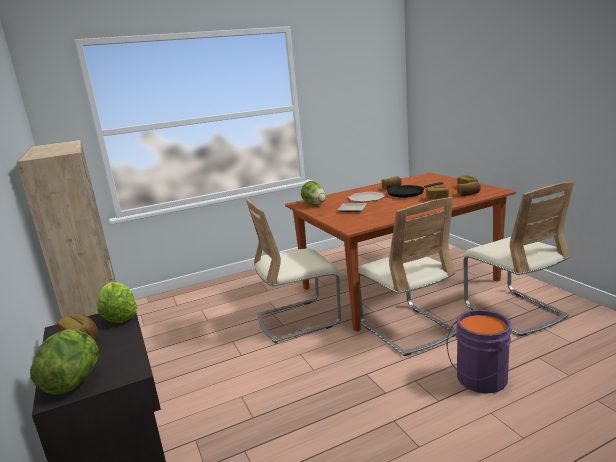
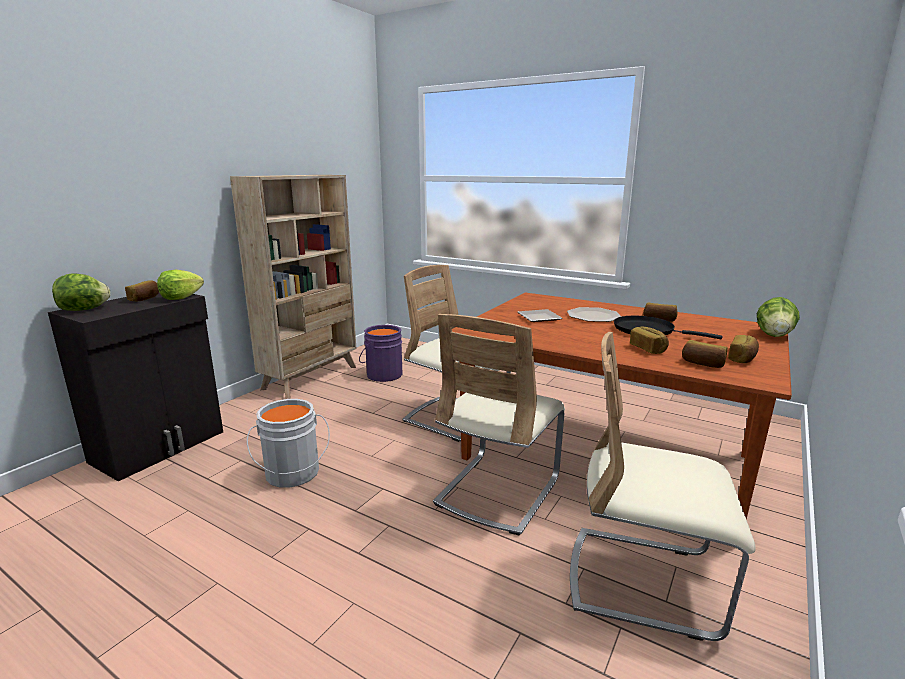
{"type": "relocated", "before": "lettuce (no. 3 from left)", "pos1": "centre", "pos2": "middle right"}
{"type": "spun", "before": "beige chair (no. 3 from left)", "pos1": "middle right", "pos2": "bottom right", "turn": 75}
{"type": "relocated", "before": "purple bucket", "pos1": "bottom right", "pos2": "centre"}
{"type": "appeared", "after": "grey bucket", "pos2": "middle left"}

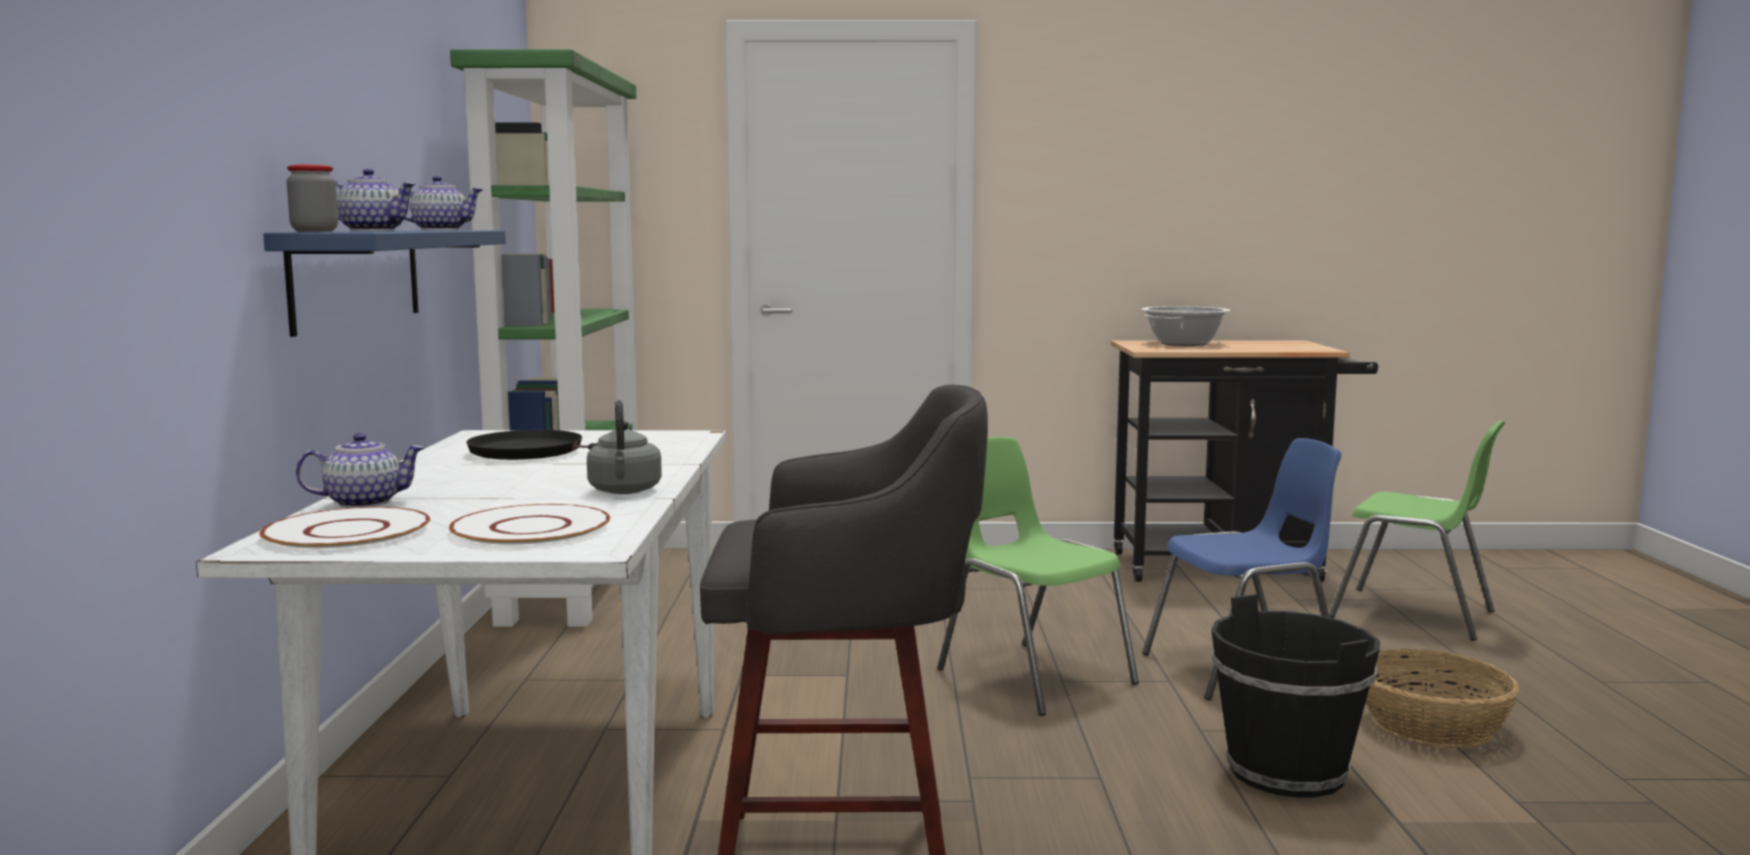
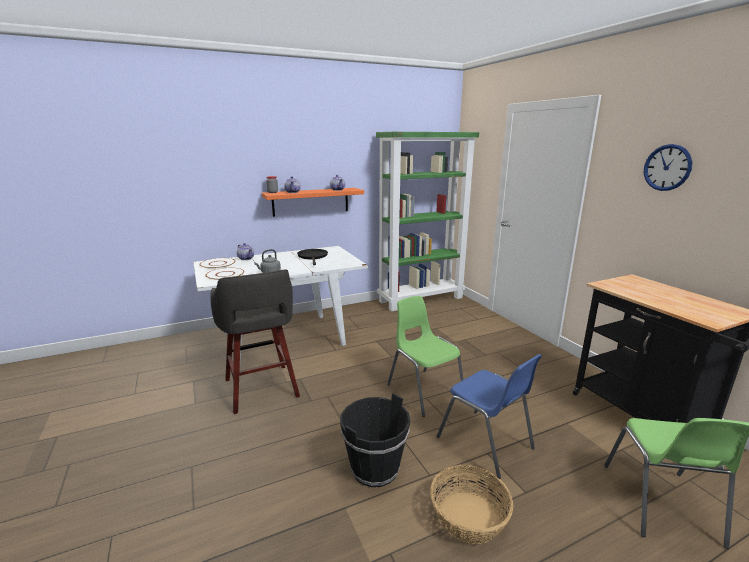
{"type": "colour", "before": "blue shelf", "after": "orange shelf", "pos1": "top left", "pos2": "centre"}
{"type": "missing", "before": "cooking pot", "pos1": "middle right"}
{"type": "spun", "before": "green chair (no. 1 from left)", "pos1": "bottom centre", "pos2": "centre", "turn": -60}
{"type": "appeared", "after": "wall clock", "pos2": "top right"}

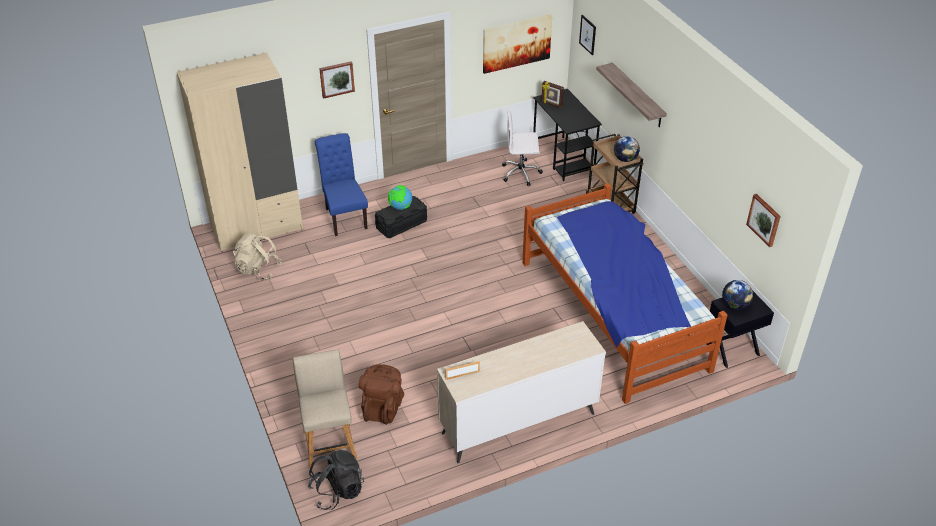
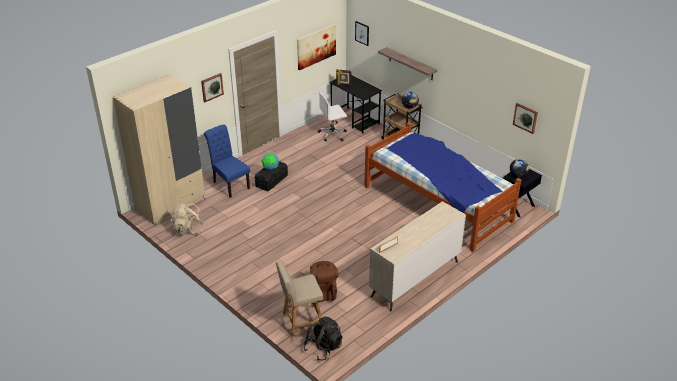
{"type": "spun", "before": "beige chair", "pos1": "bottom centre", "pos2": "bottom centre", "turn": -75}

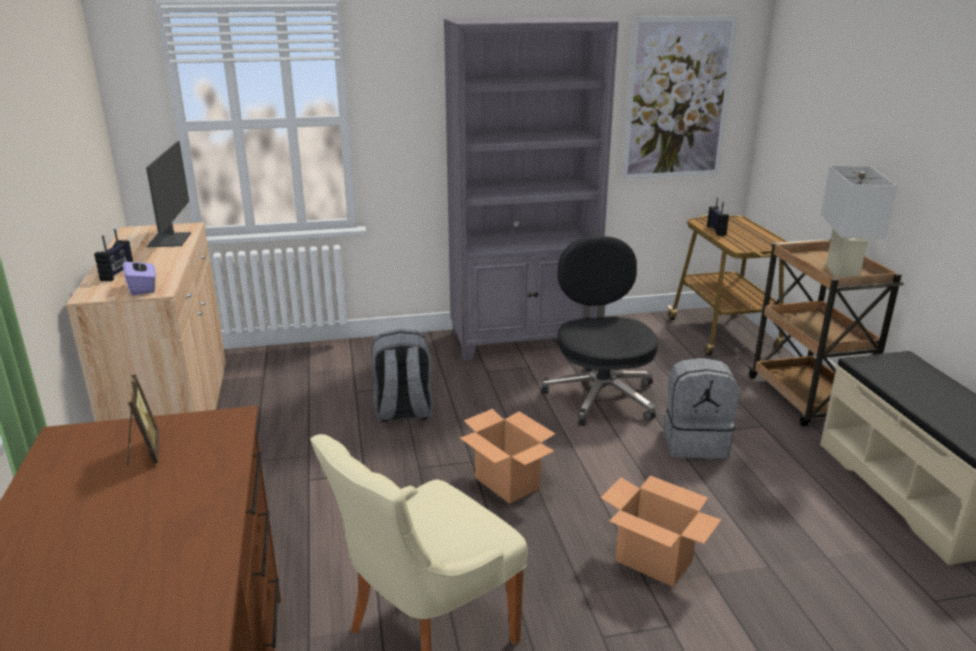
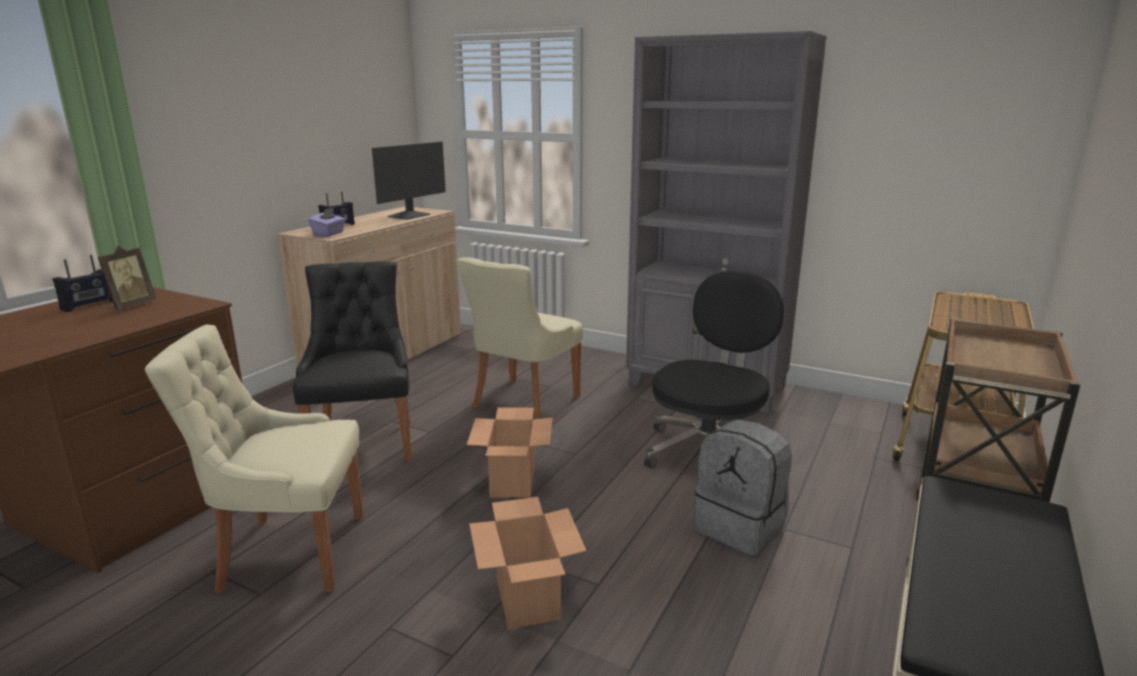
{"type": "missing", "before": "picture", "pos1": "top right"}
{"type": "missing", "before": "white table lamp", "pos1": "middle right"}
{"type": "relocated", "before": "radio (no. 2 from left in the first image)", "after": "radio (no. 1 from left)", "pos1": "top right", "pos2": "middle left"}
{"type": "exchanged", "before": "grey backpack (no. 1 from left)", "after": "beige chair (no. 2 from left)", "pos1": "centre", "pos2": "centre"}
{"type": "appeared", "after": "black chair", "pos2": "middle left"}

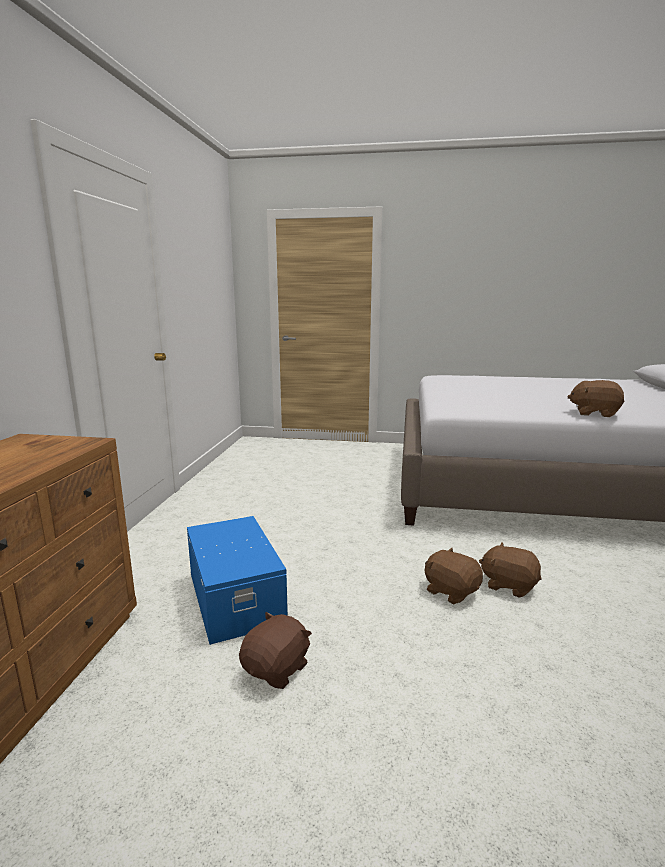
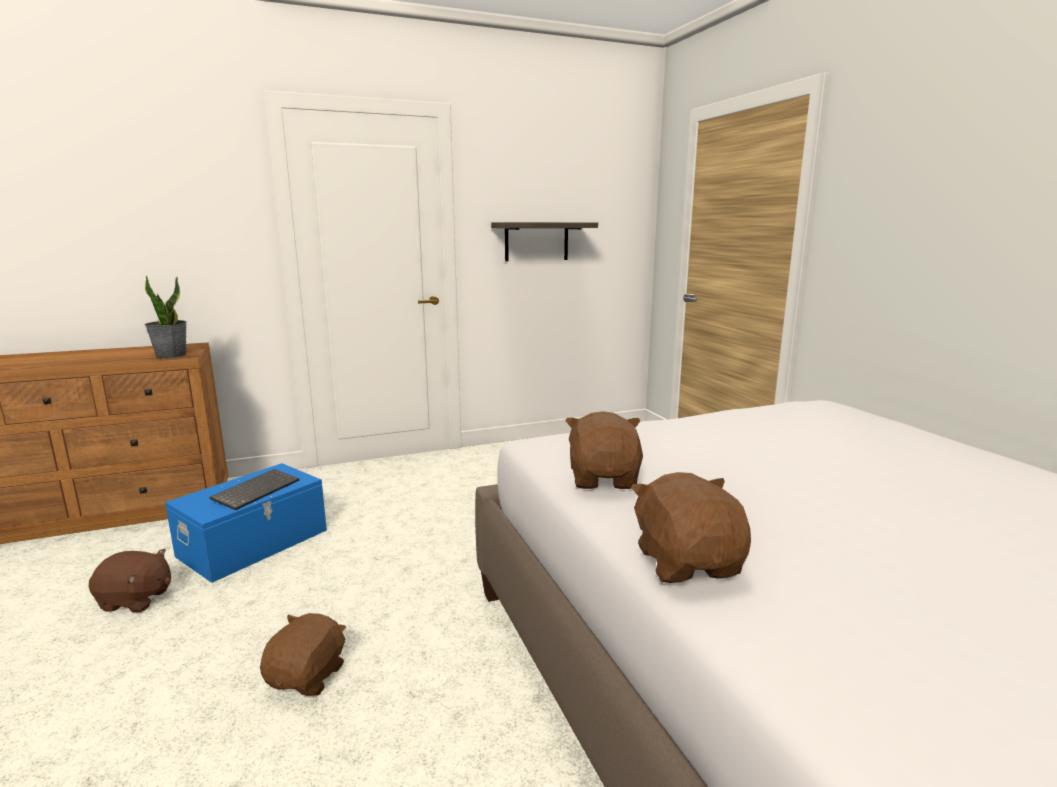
{"type": "relocated", "before": "brown plush toy (no. 3 from left)", "pos1": "middle right", "pos2": "centre"}
{"type": "appeared", "after": "shelf", "pos2": "top centre"}
{"type": "appeared", "after": "potted plant", "pos2": "middle left"}
{"type": "appeared", "after": "keyboard", "pos2": "middle left"}

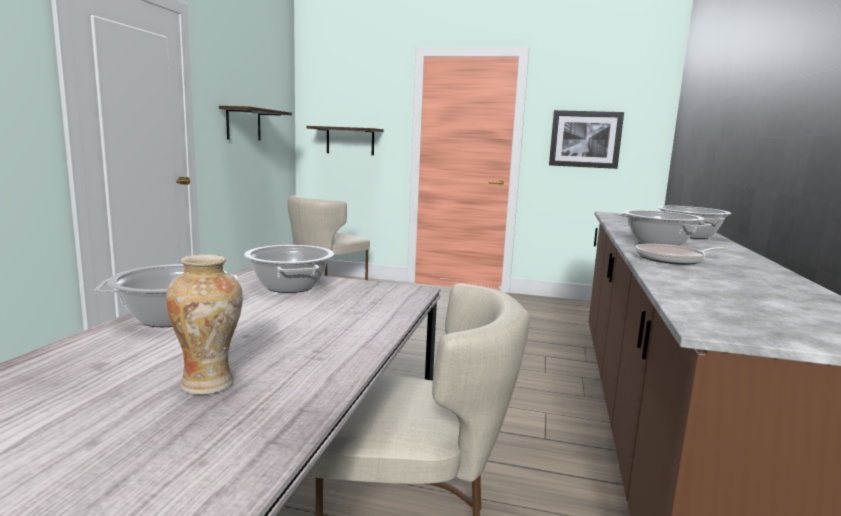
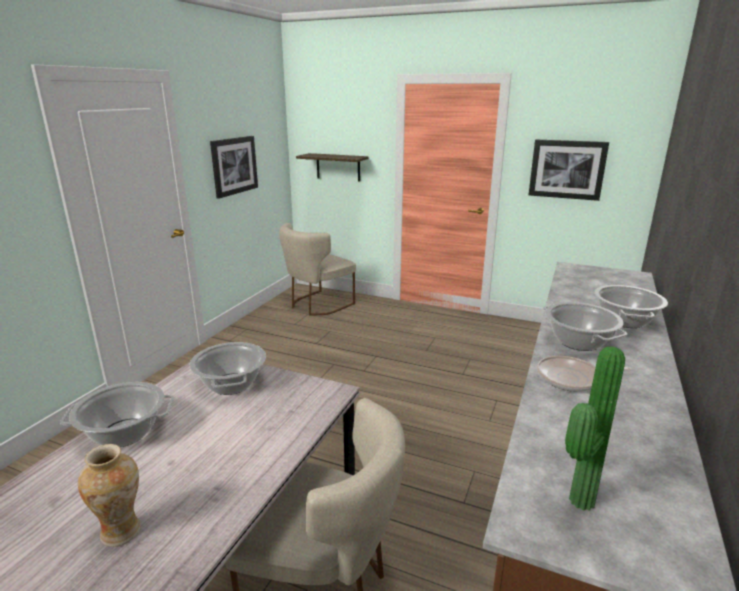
{"type": "exchanged", "before": "shelf (no. 1 from left)", "after": "picture (no. 1 from left)", "pos1": "top left", "pos2": "top left"}
{"type": "appeared", "after": "potted plant", "pos2": "bottom right"}

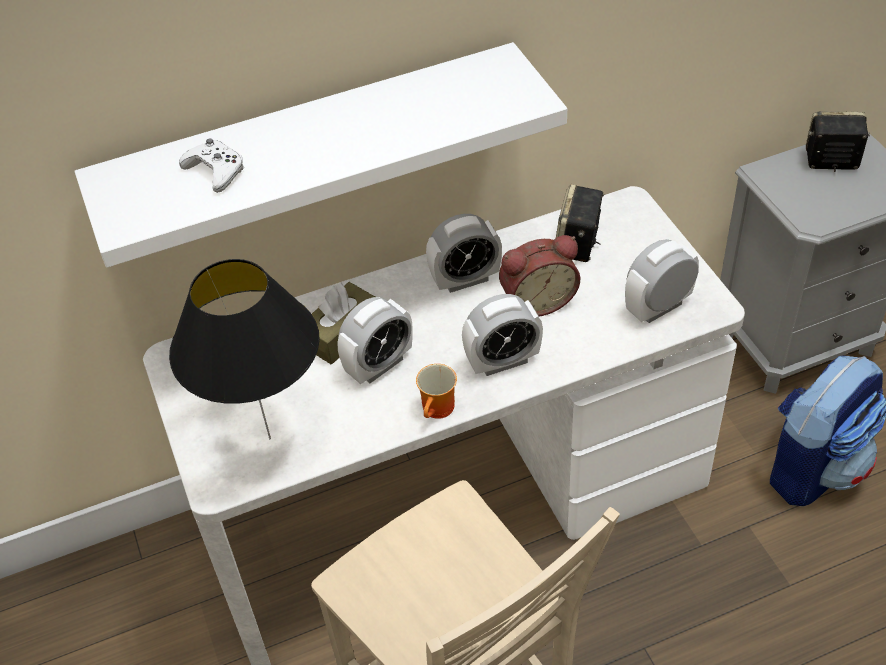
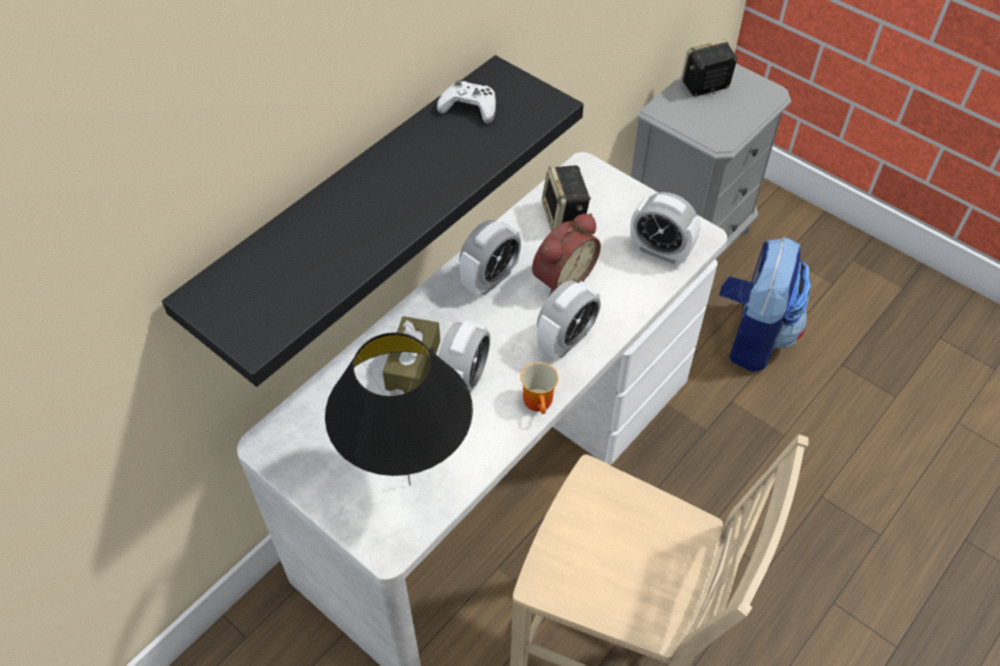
{"type": "colour", "before": "white shelf", "after": "black shelf", "pos1": "top centre", "pos2": "top centre"}
{"type": "relocated", "before": "white game controller", "pos1": "top left", "pos2": "top centre"}
{"type": "spun", "before": "alarm clock (no. 5 from left)", "pos1": "middle right", "pos2": "centre", "turn": -90}

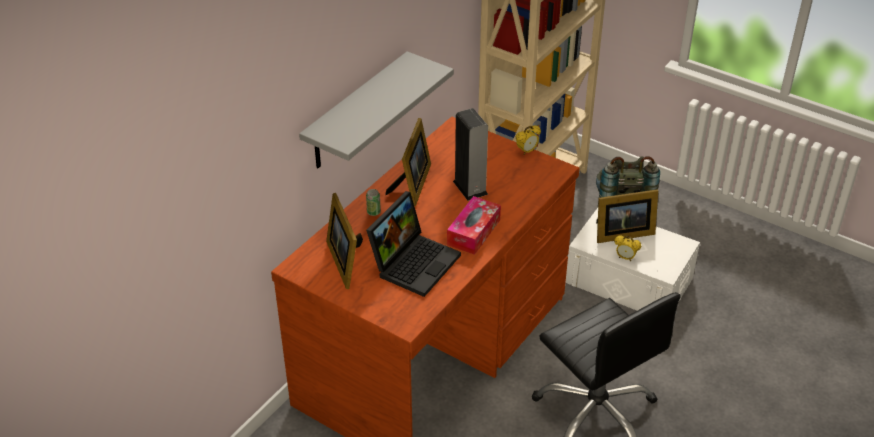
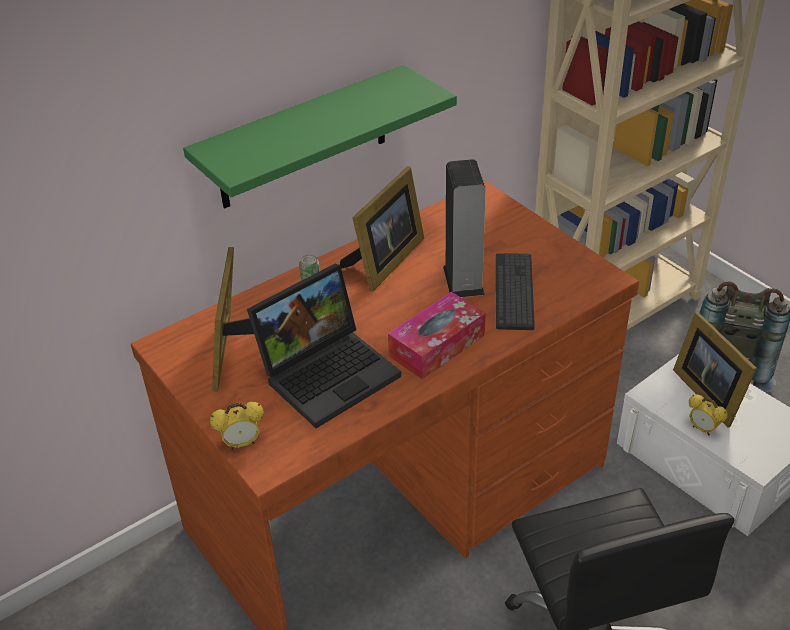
{"type": "colour", "before": "grey shelf", "after": "green shelf", "pos1": "top centre", "pos2": "top centre"}
{"type": "relocated", "before": "alarm clock (no. 1 from left)", "pos1": "top centre", "pos2": "bottom left"}
{"type": "spun", "before": "picture frame (no. 3 from left)", "pos1": "middle right", "pos2": "middle right", "turn": 60}
{"type": "appeared", "after": "keyboard", "pos2": "centre"}

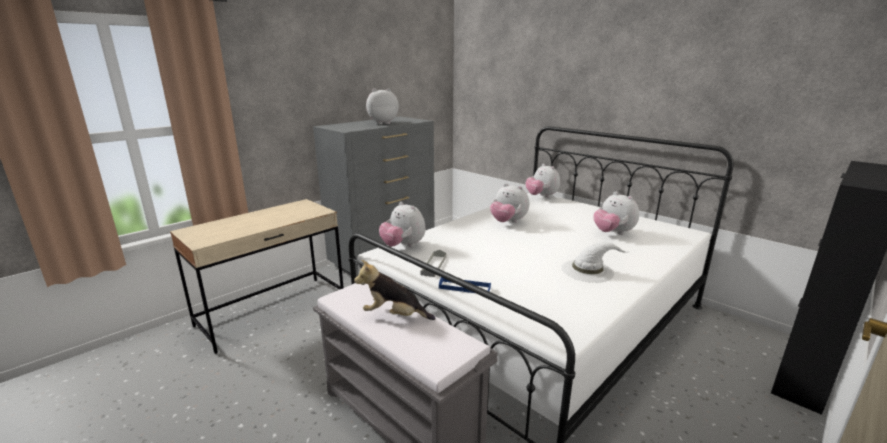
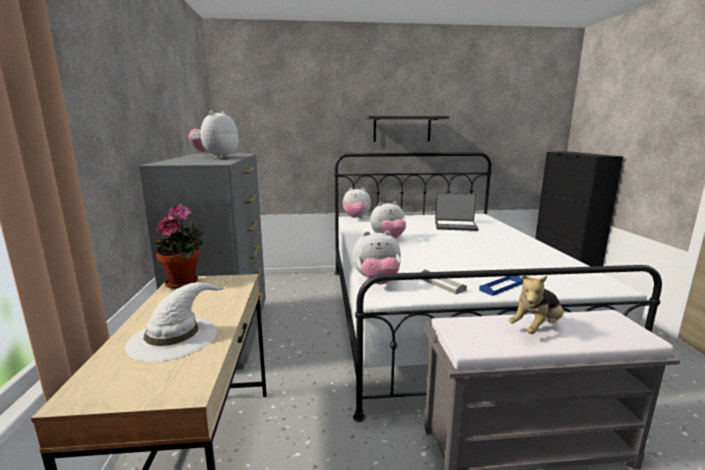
{"type": "exchanged", "before": "plush toy (no. 6 from left)", "after": "laptop", "pos1": "middle right", "pos2": "centre"}
{"type": "relocated", "before": "white hat", "pos1": "middle right", "pos2": "bottom left"}
{"type": "appeared", "after": "shelf", "pos2": "top centre"}
{"type": "appeared", "after": "potted plant", "pos2": "middle left"}

